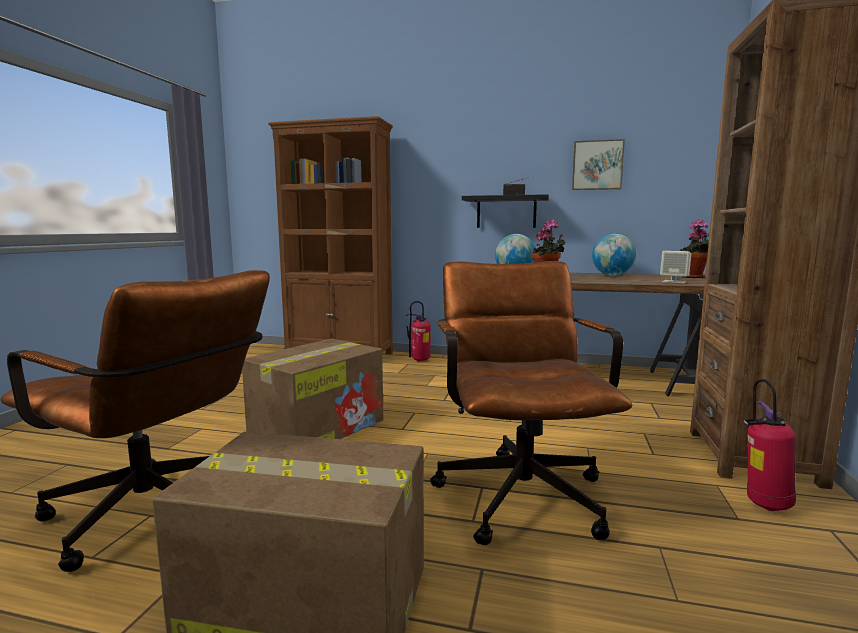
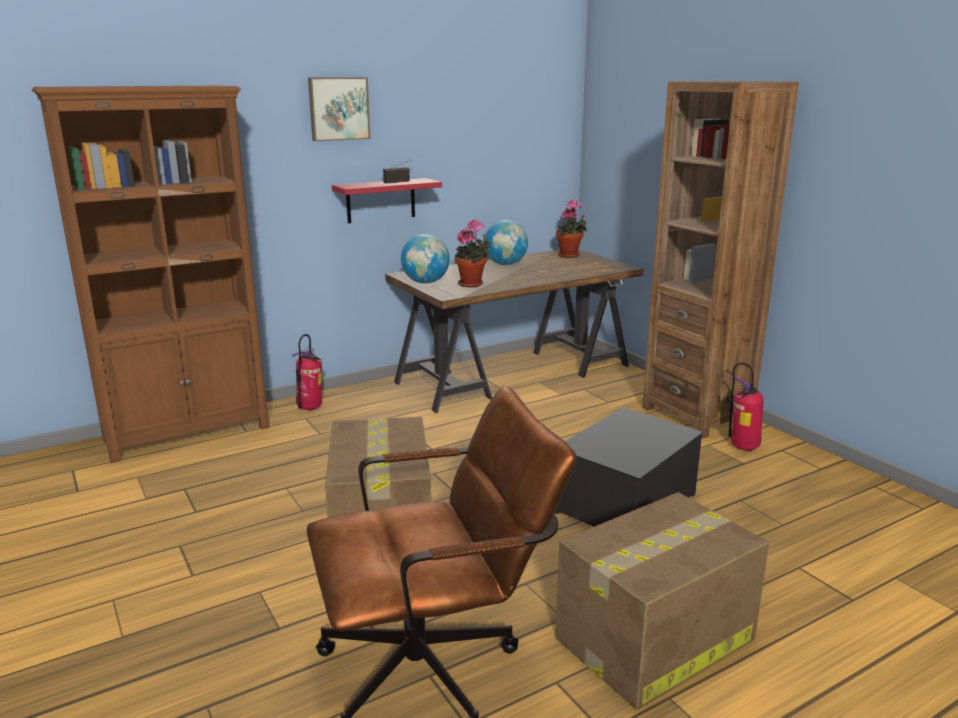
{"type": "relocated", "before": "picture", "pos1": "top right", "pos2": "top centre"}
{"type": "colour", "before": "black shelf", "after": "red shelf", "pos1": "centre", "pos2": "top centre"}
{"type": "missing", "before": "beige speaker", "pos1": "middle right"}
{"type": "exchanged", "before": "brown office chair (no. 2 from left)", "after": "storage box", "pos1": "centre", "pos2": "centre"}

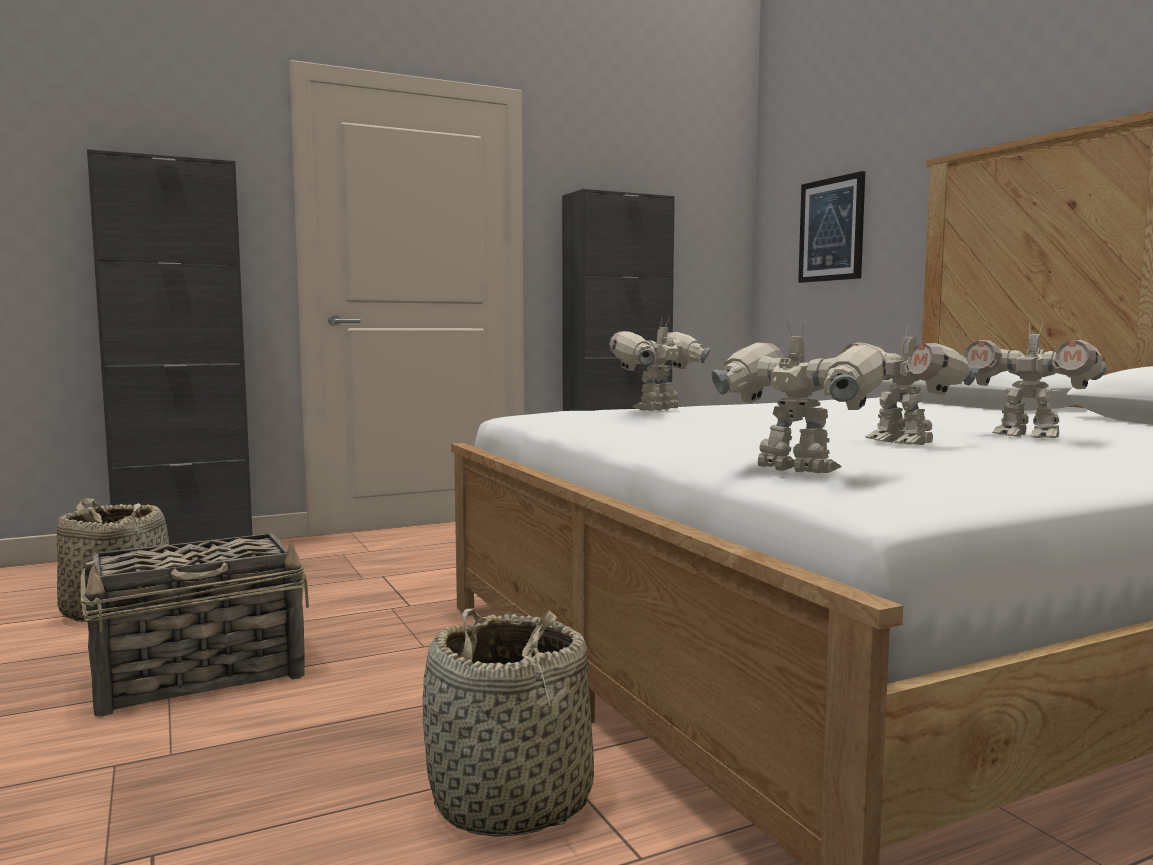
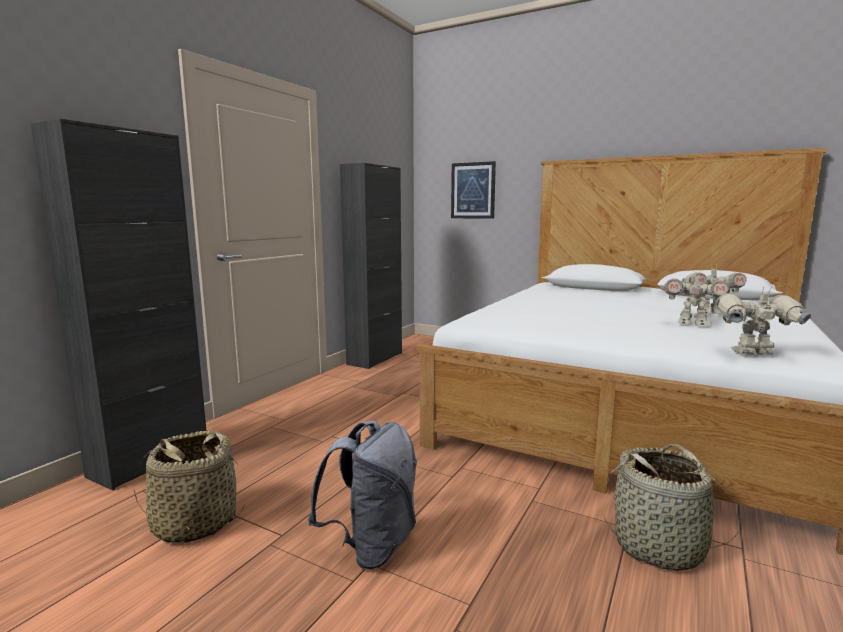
{"type": "missing", "before": "toy robot (no. 1 from left)", "pos1": "centre"}
{"type": "exchanged", "before": "basket (no. 2 from left)", "after": "grey backpack", "pos1": "bottom left", "pos2": "bottom centre"}

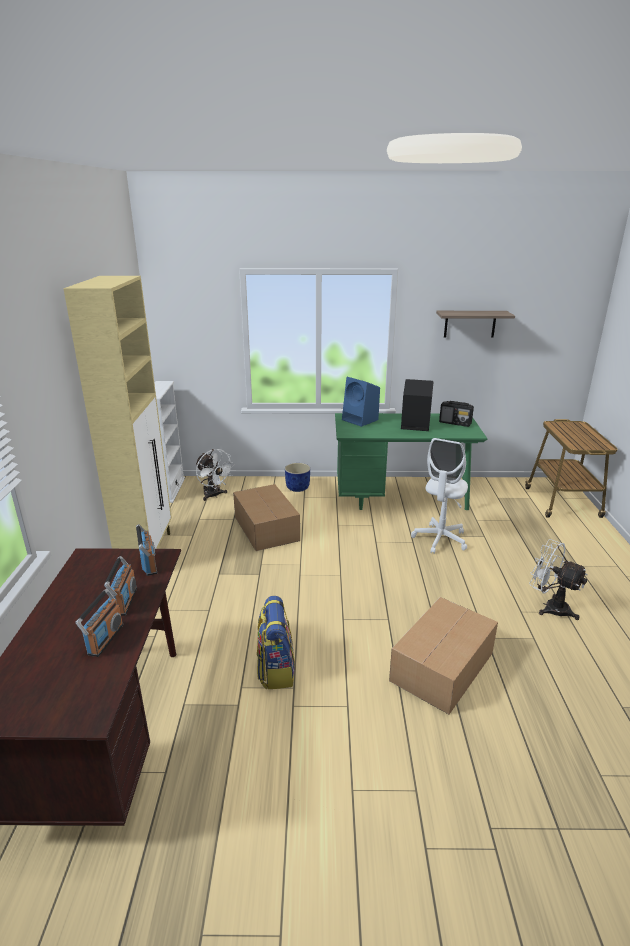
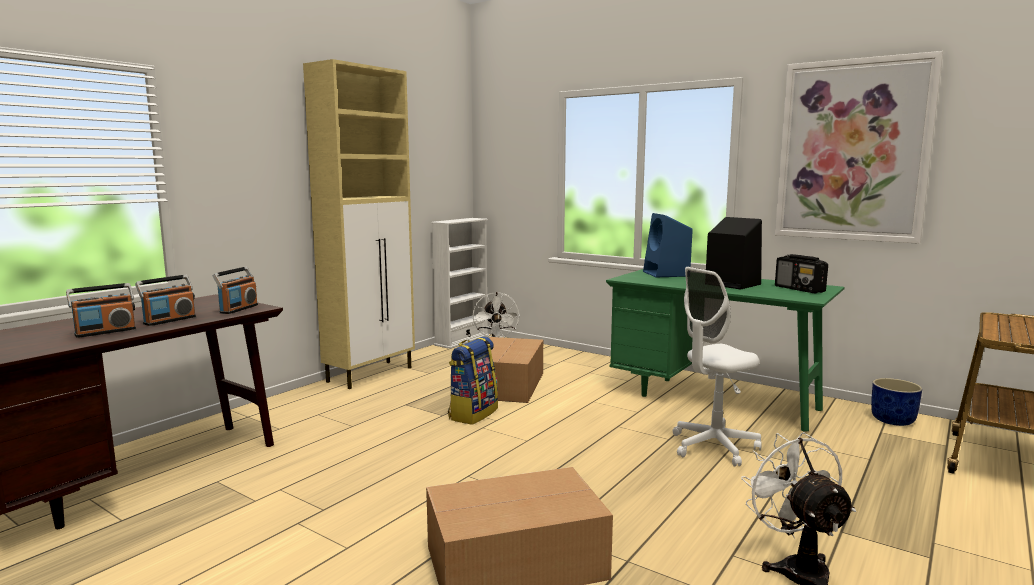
{"type": "exchanged", "before": "shelf", "after": "picture", "pos1": "middle right", "pos2": "top right"}
{"type": "relocated", "before": "blue planter", "pos1": "centre", "pos2": "bottom right"}
{"type": "relocated", "before": "backpack", "pos1": "bottom centre", "pos2": "centre"}

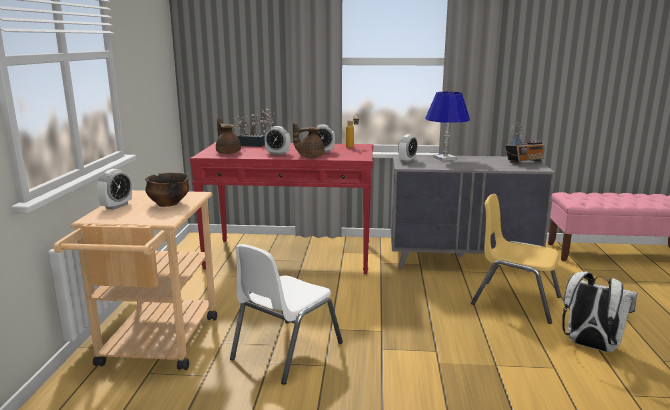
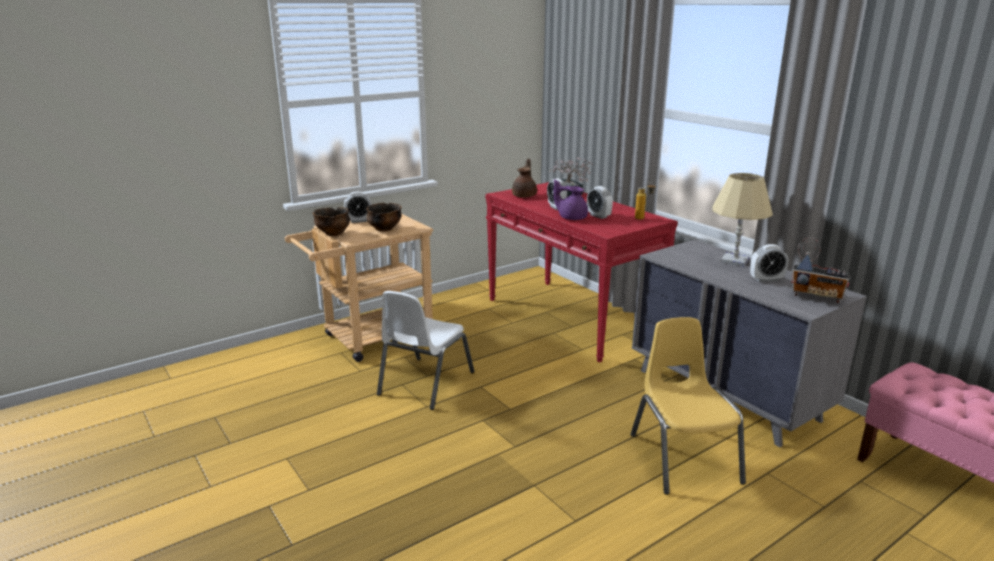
{"type": "colour", "before": "blue table lamp", "after": "beige table lamp", "pos1": "top right", "pos2": "middle right"}
{"type": "colour", "before": "brown teapot (no. 2 from left)", "after": "purple teapot", "pos1": "centre", "pos2": "centre"}
{"type": "relocated", "before": "alarm clock (no. 4 from left)", "pos1": "centre", "pos2": "middle right"}
{"type": "spun", "before": "white chair", "pos1": "bottom centre", "pos2": "centre", "turn": -60}
{"type": "missing", "before": "white backpack", "pos1": "bottom right"}
{"type": "appeared", "after": "bowl (no. 1 from left)", "pos2": "middle left"}

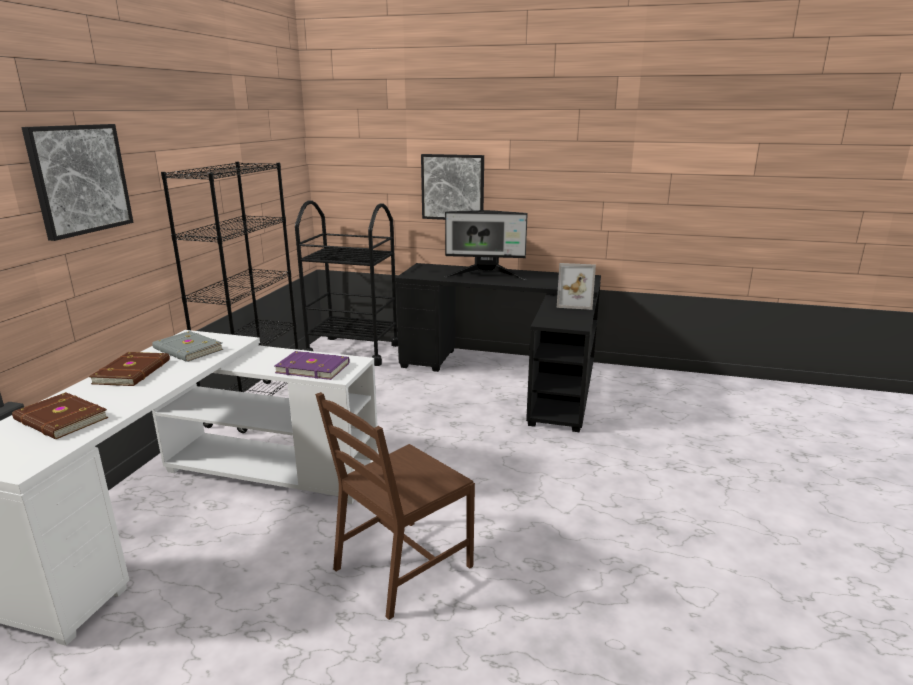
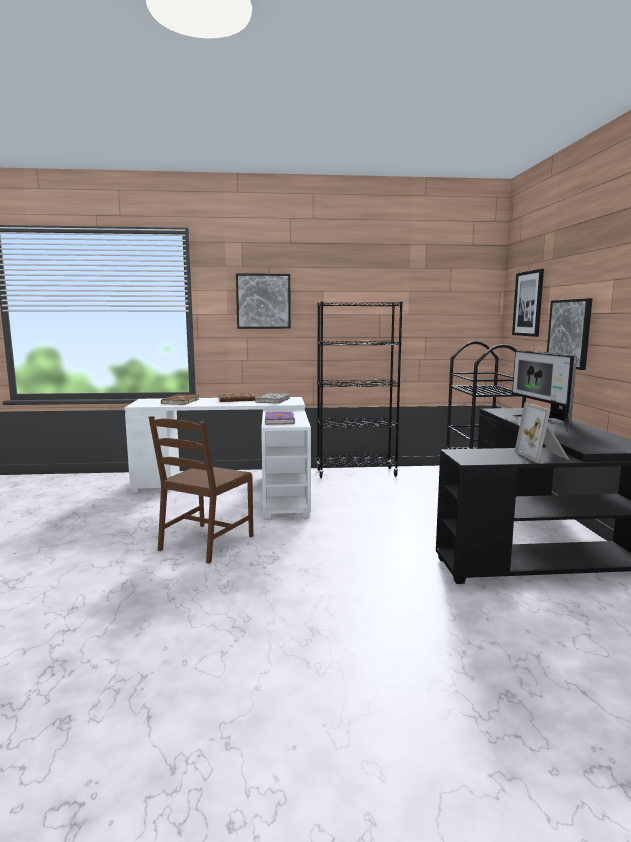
{"type": "spun", "before": "brown chair", "pos1": "bottom centre", "pos2": "middle left", "turn": -90}
{"type": "appeared", "after": "picture (no. 2 from left)", "pos2": "middle right"}

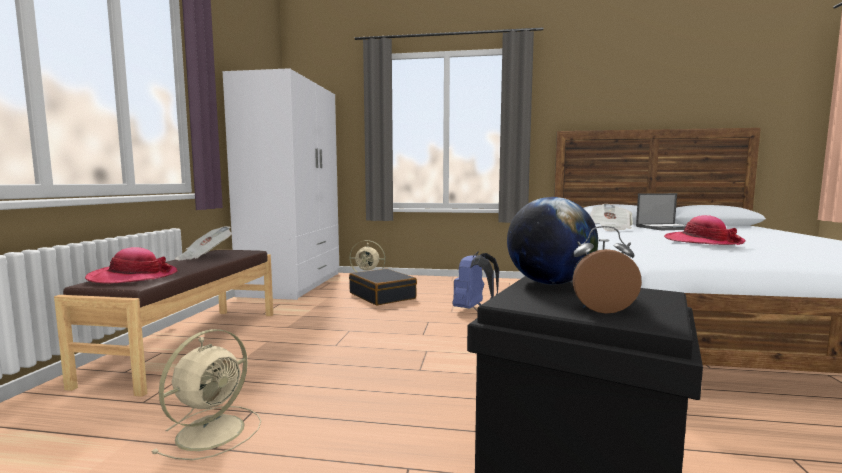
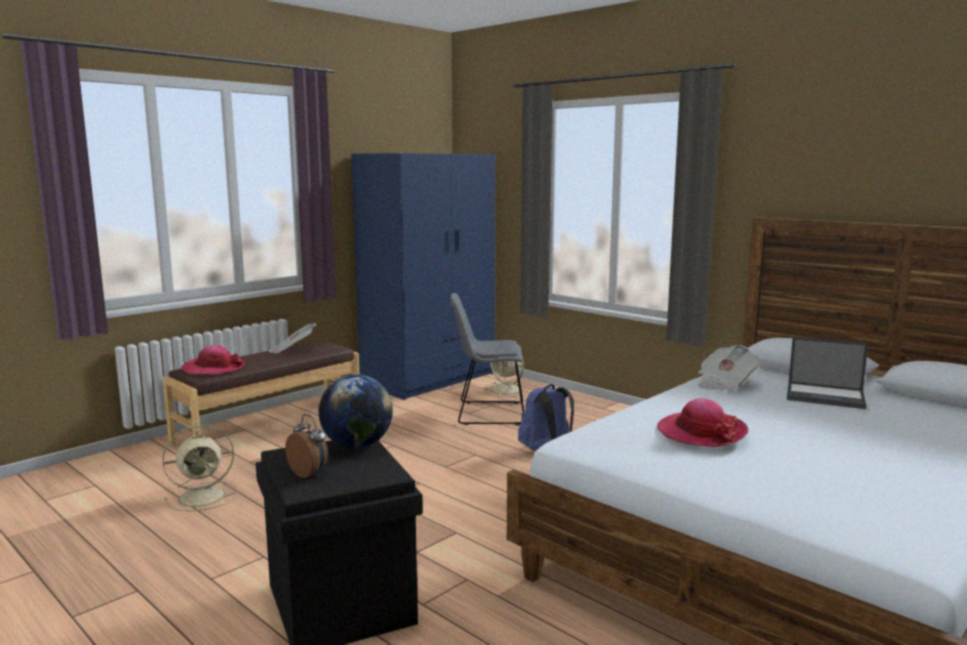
{"type": "colour", "before": "white wardrobe", "after": "blue wardrobe", "pos1": "centre", "pos2": "centre"}
{"type": "exchanged", "before": "black suitcase", "after": "grey chair", "pos1": "centre", "pos2": "centre"}

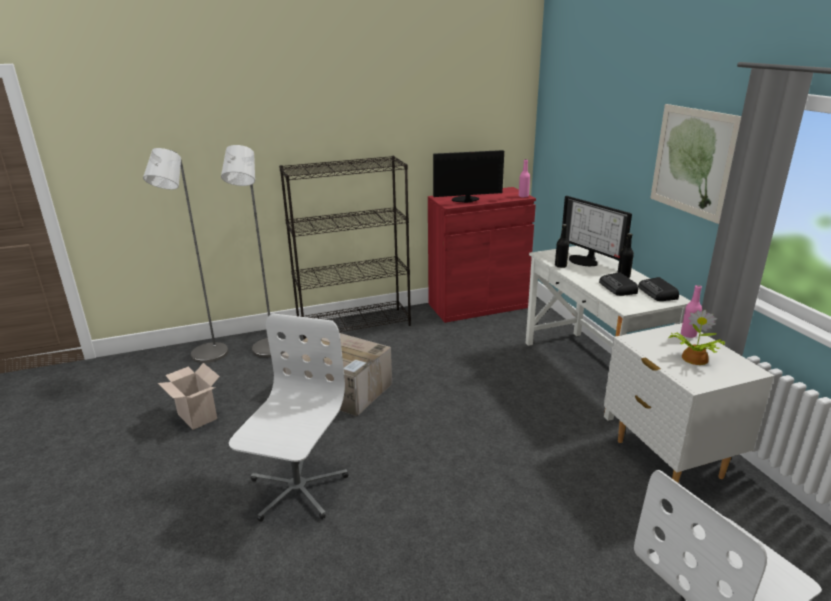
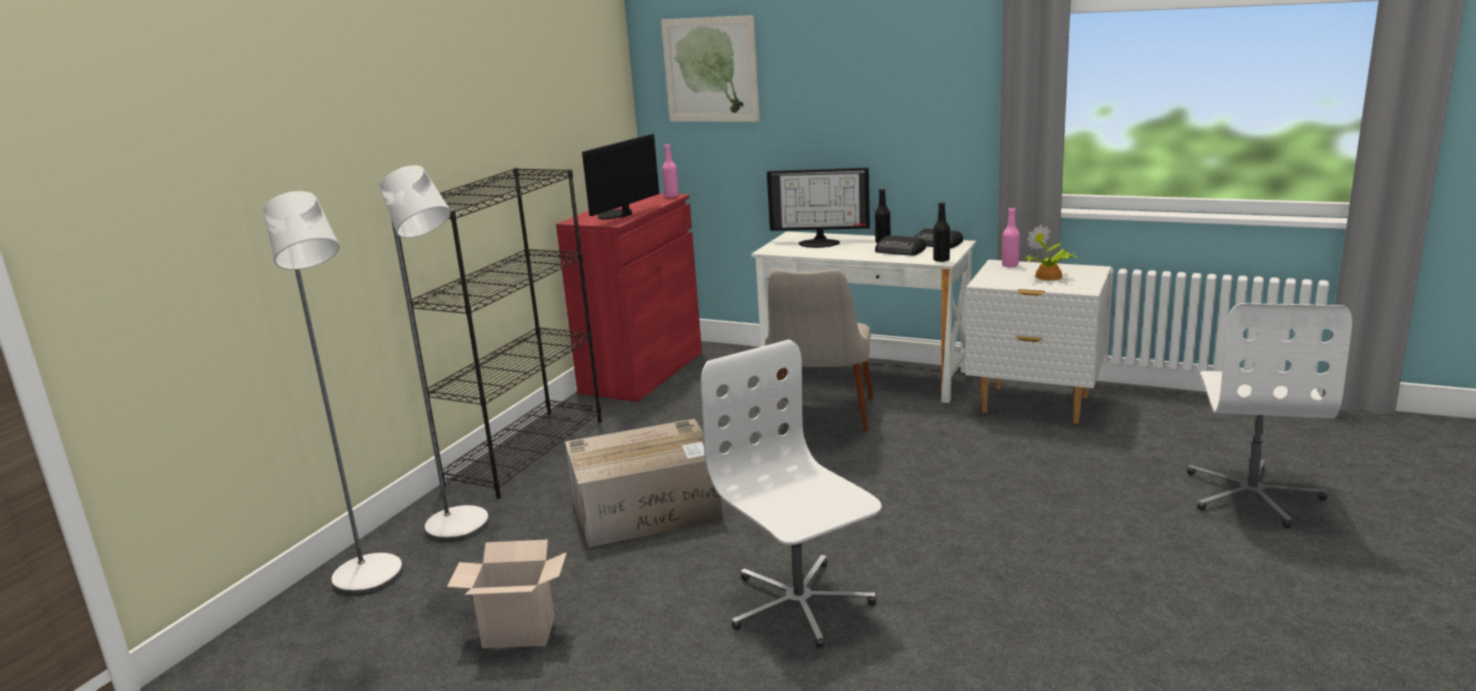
{"type": "relocated", "before": "picture", "pos1": "top right", "pos2": "top centre"}
{"type": "relocated", "before": "black bottle (no. 1 from left in the first image)", "after": "black bottle (no. 2 from left)", "pos1": "middle right", "pos2": "centre"}
{"type": "appeared", "after": "beige chair", "pos2": "centre"}

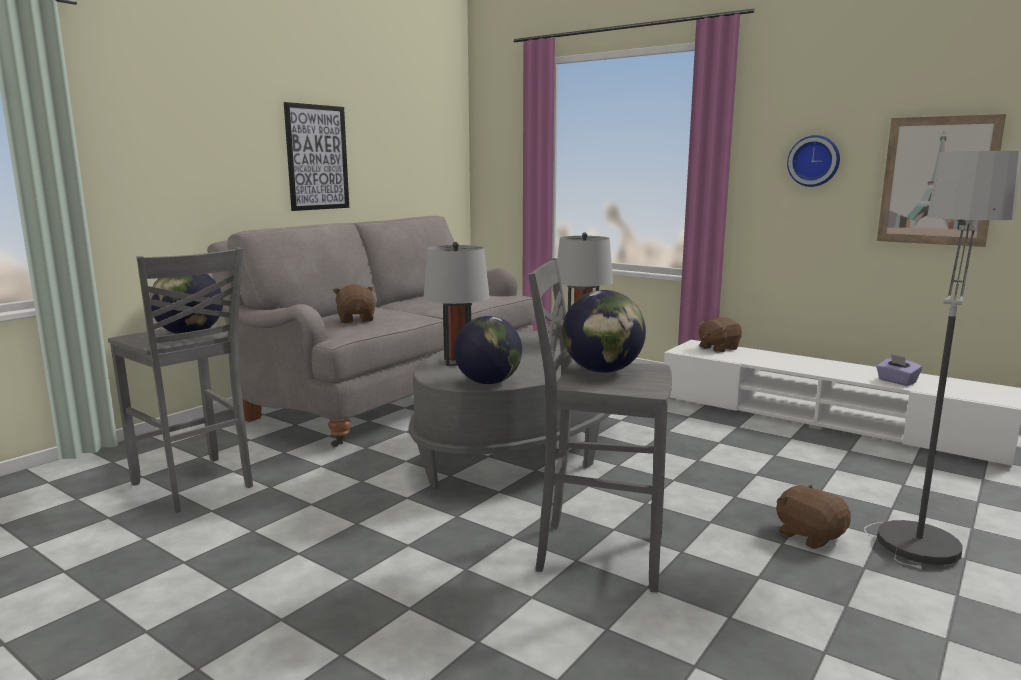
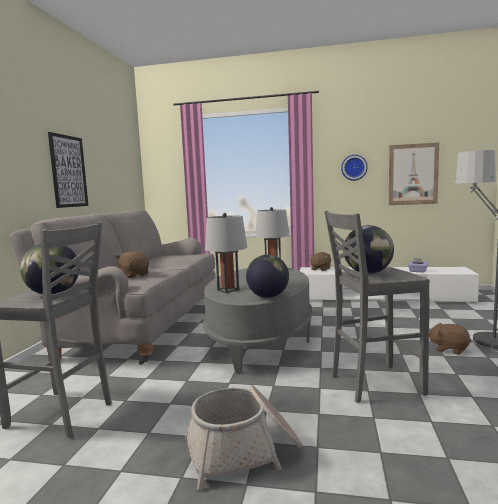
{"type": "appeared", "after": "basket", "pos2": "bottom centre"}

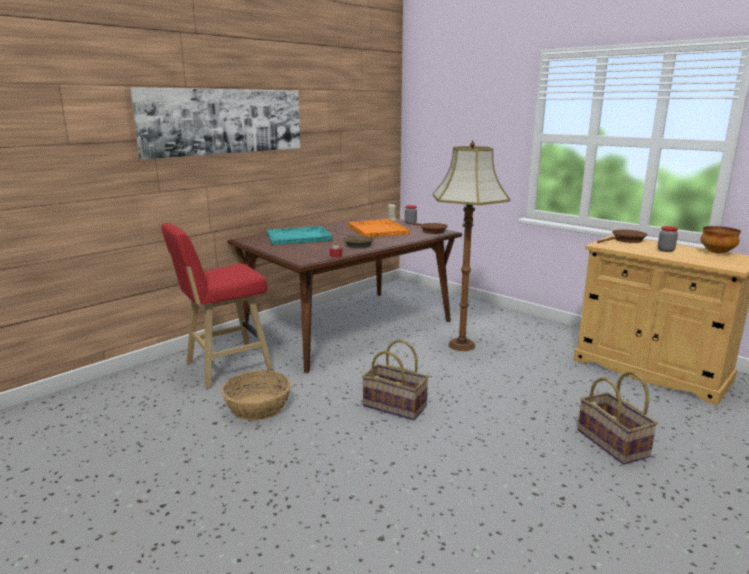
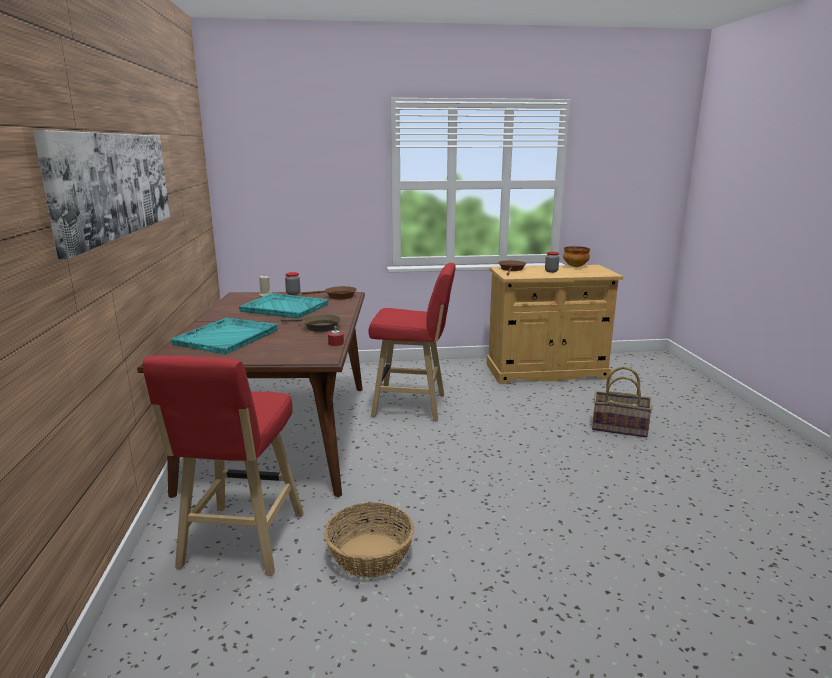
{"type": "exchanged", "before": "floor lamp", "after": "red stool (no. 2 from left)", "pos1": "centre", "pos2": "centre"}
{"type": "colour", "before": "orange tray", "after": "turquoise tray (no. 2 from left)", "pos1": "centre", "pos2": "centre"}
{"type": "missing", "before": "basket (no. 2 from left)", "pos1": "centre"}

